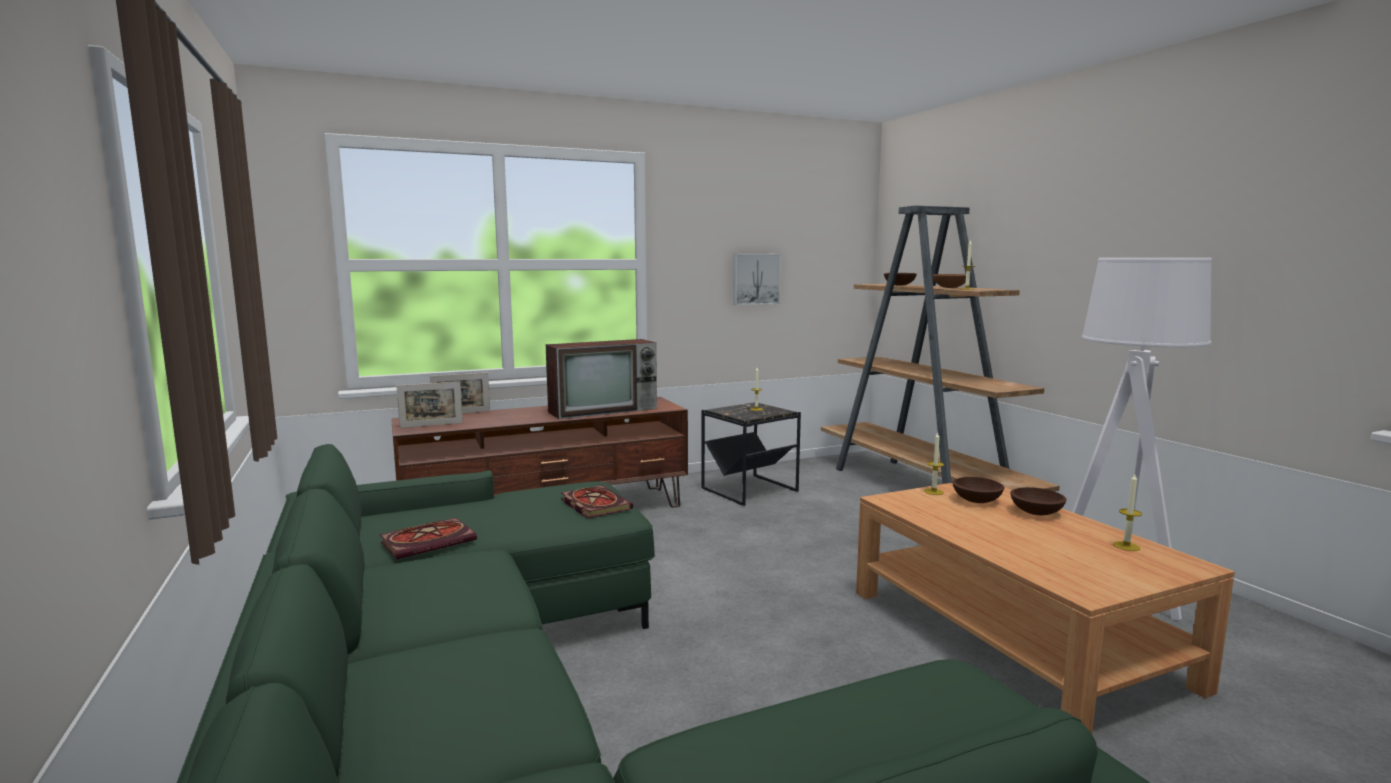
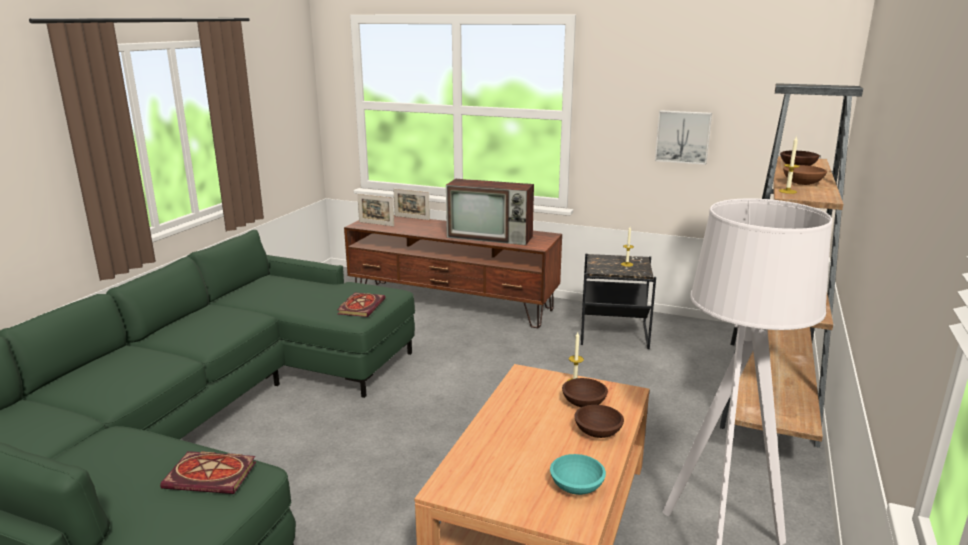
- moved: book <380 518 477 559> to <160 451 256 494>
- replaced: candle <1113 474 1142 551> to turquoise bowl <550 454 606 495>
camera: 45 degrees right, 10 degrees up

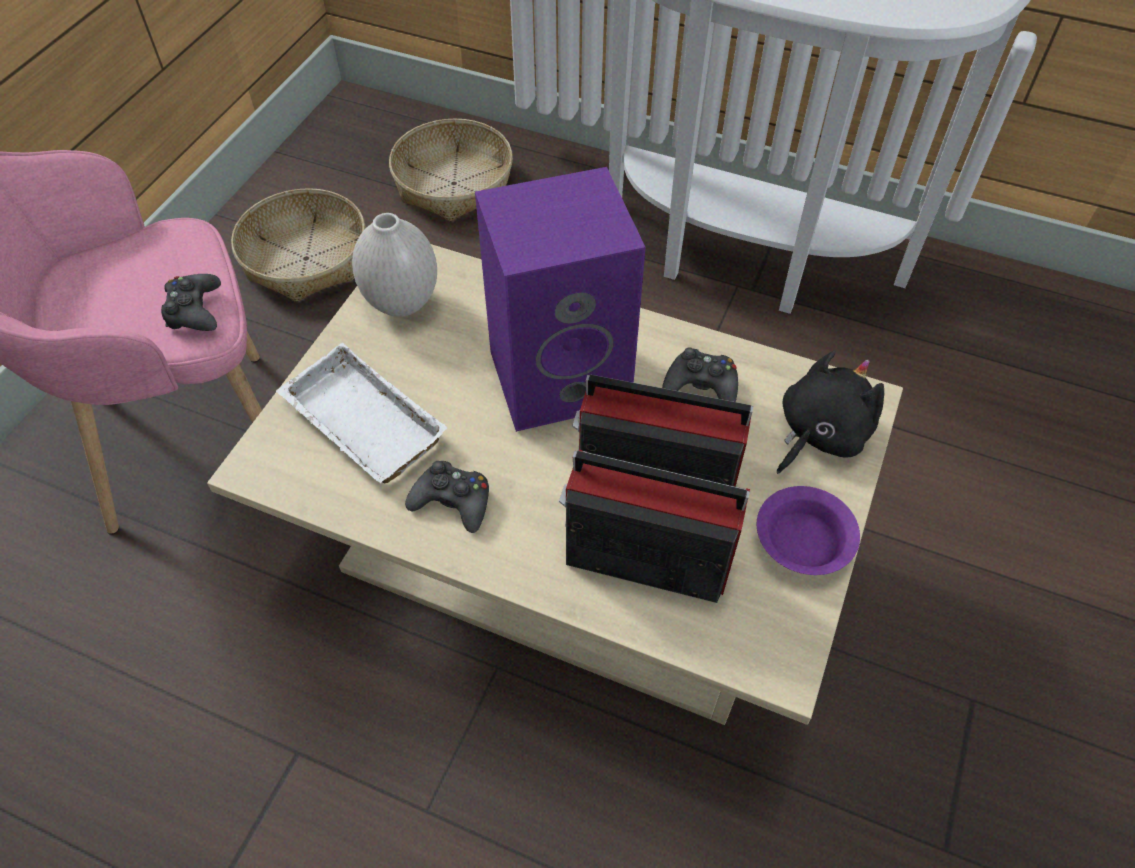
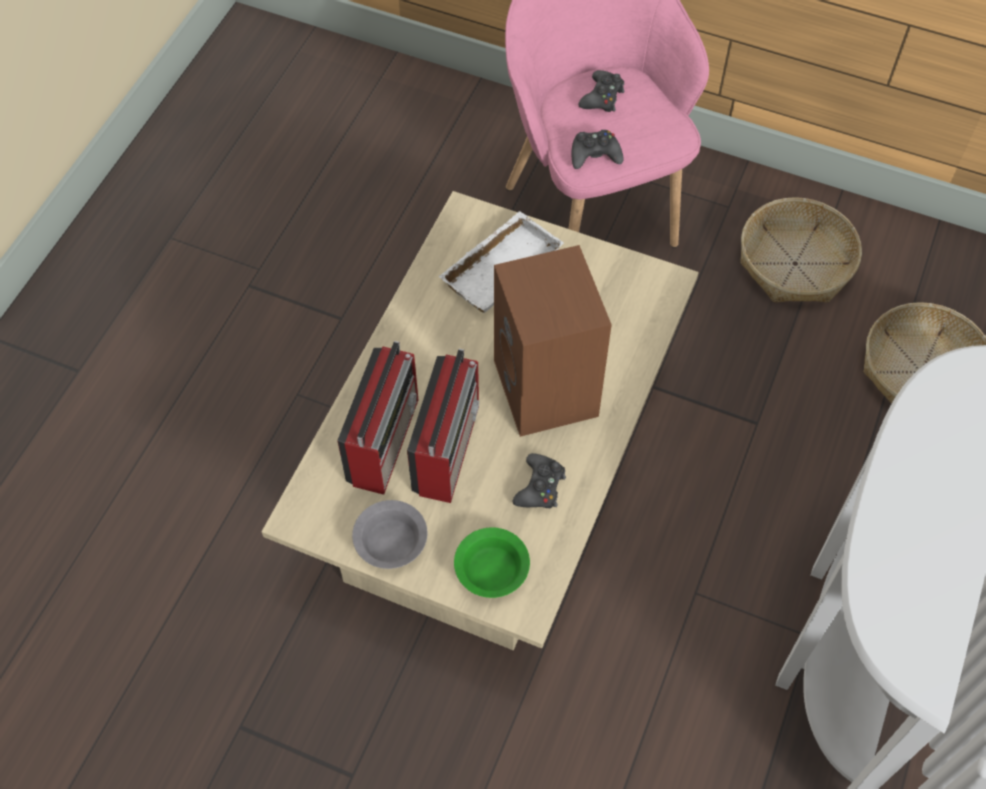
- removed: white vase <352 213 437 317>
- moved: black game controller <405 461 489 533> to <578 70 624 112>
- replaced: black plush toy <777 351 884 474> to green bowl <454 527 530 598>
- recoloured: purple speaker <475 167 646 432> to brown speaker <494 245 612 437>
- recoloured: purple bowl <757 486 860 575> to grey bowl <352 500 427 569>
camera: 90 degrees right, 5 degrees up

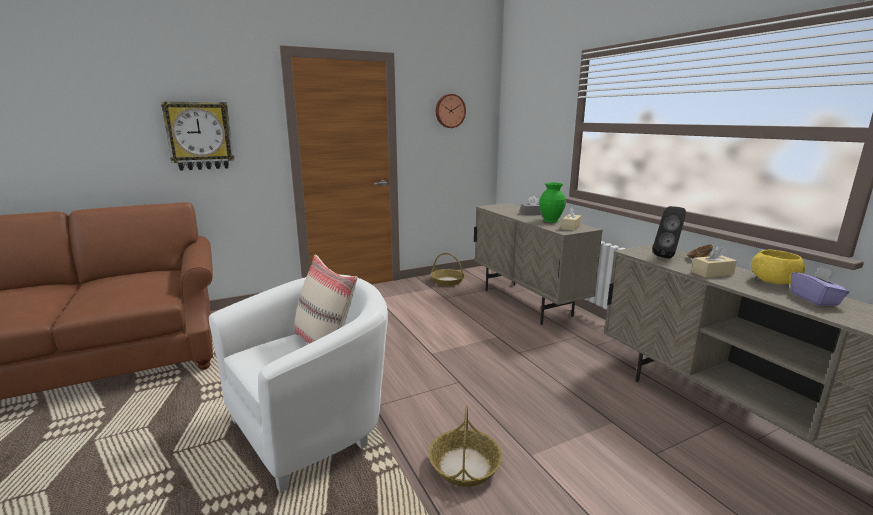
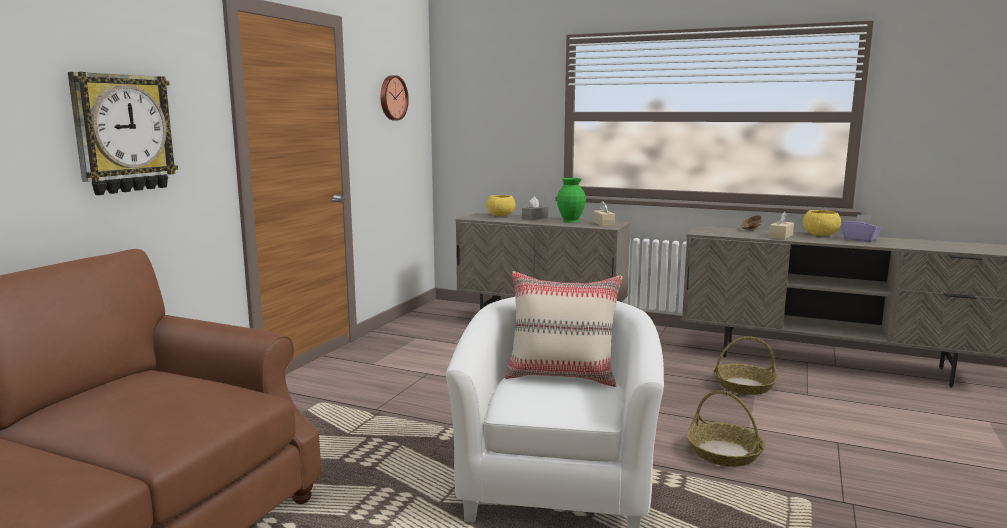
- removed: black speaker <653 206 686 258>
- added: yellow bowl <486 195 515 216>
- moved: basket <431 253 465 286> to <714 336 778 395>
camera: 40 degrees left, 5 degrees down

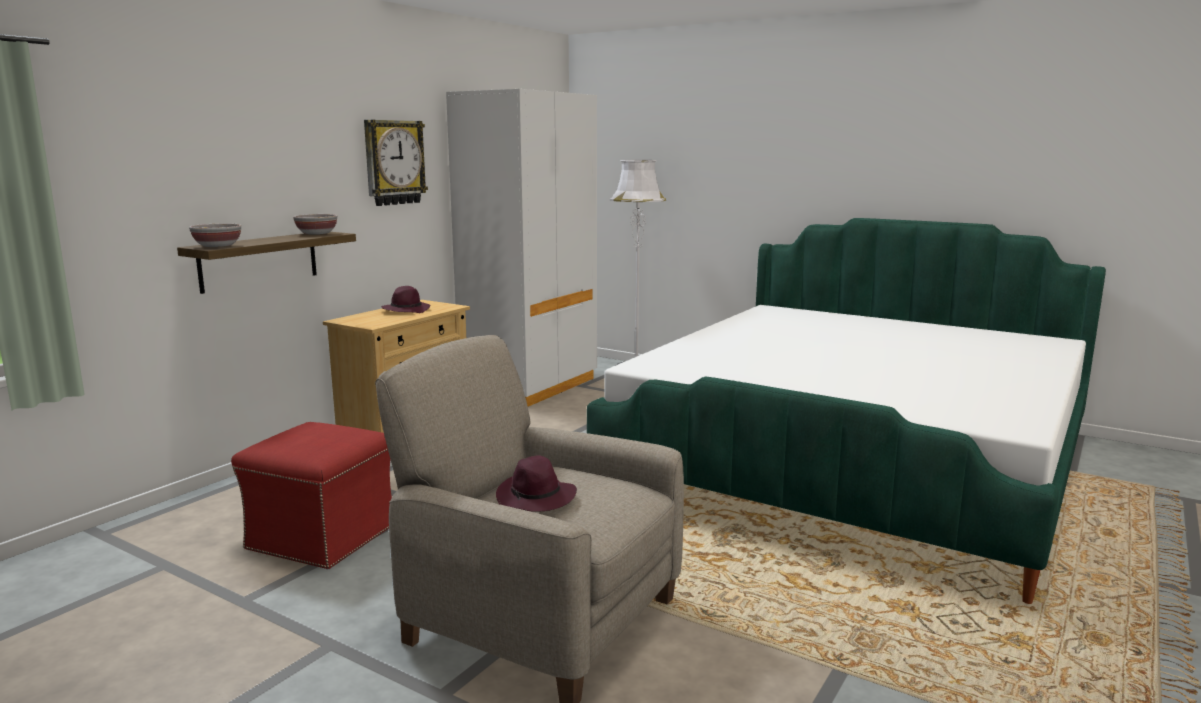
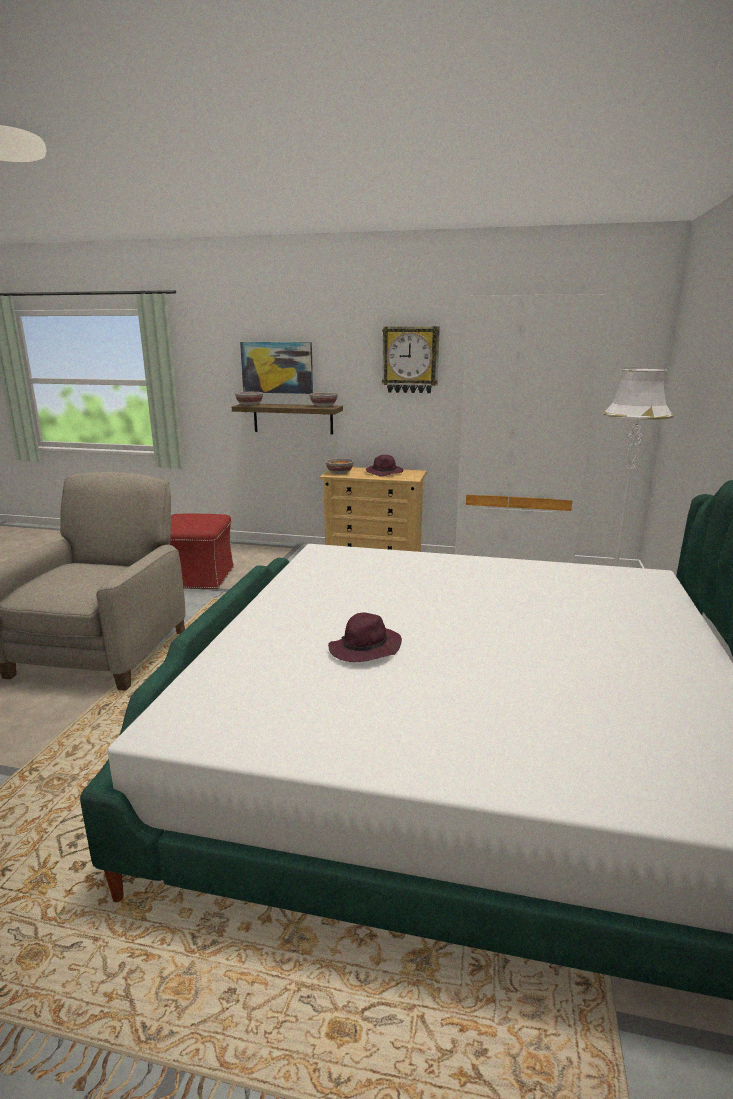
- added: picture <240 342 313 394>
- added: bowl <325 458 354 474>
- moved: purple hat <496 456 577 512> to <328 613 402 662>
camera: 70 degrees right, 5 degrees up

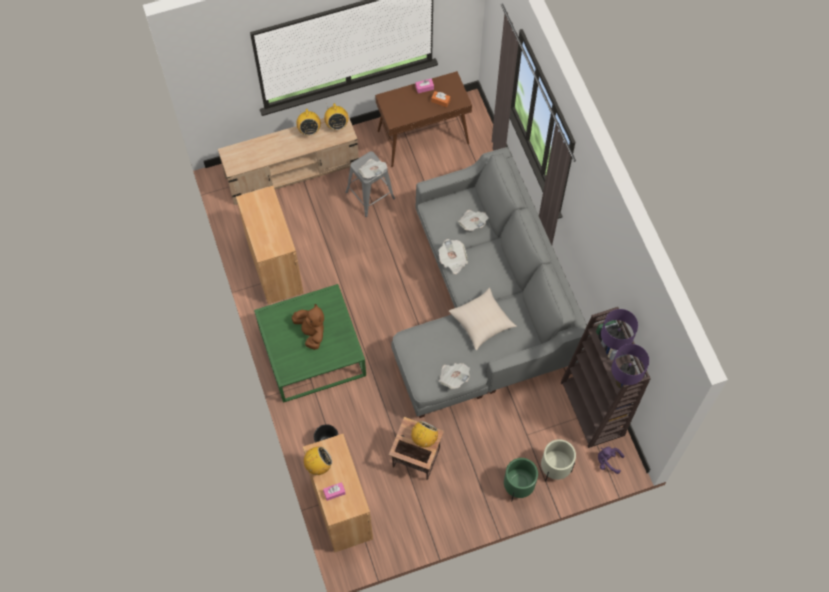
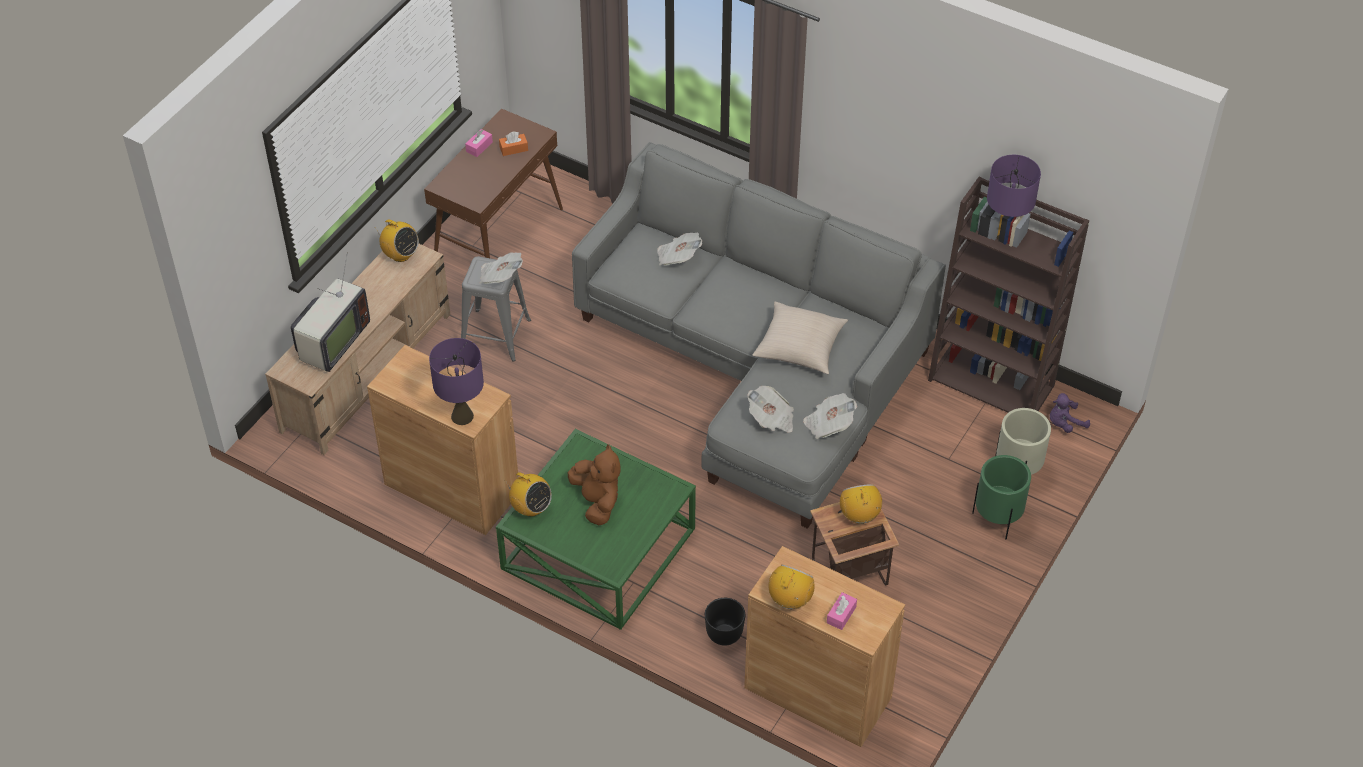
- added: television <291 252 370 372>
- moved: radio <296 108 321 135> to <505 472 552 517>
- moved: newspaper <438 239 468 274> to <747 386 794 433>
- moved: purple table lamp <611 344 649 388> to <429 338 484 425>
- turned: brown plush toy <292 304 324 350> = <568 445 621 525> 45 degrees clockwise
camera: 40 degrees left, 15 degrees down

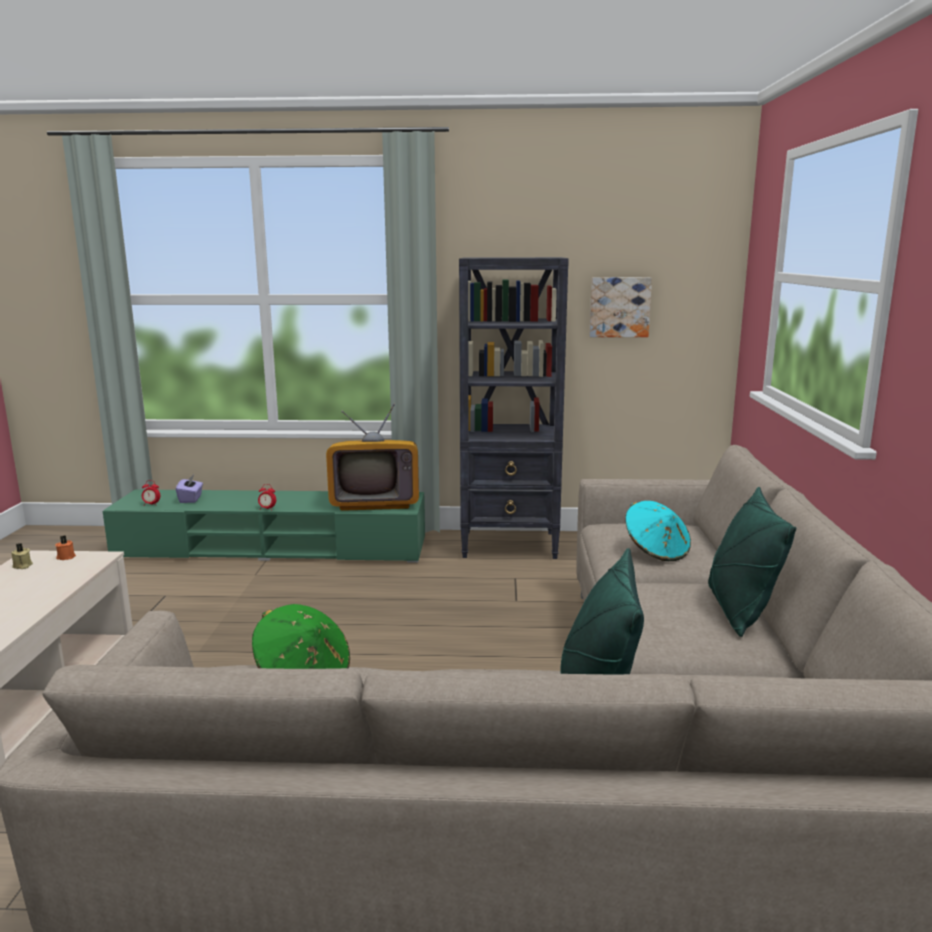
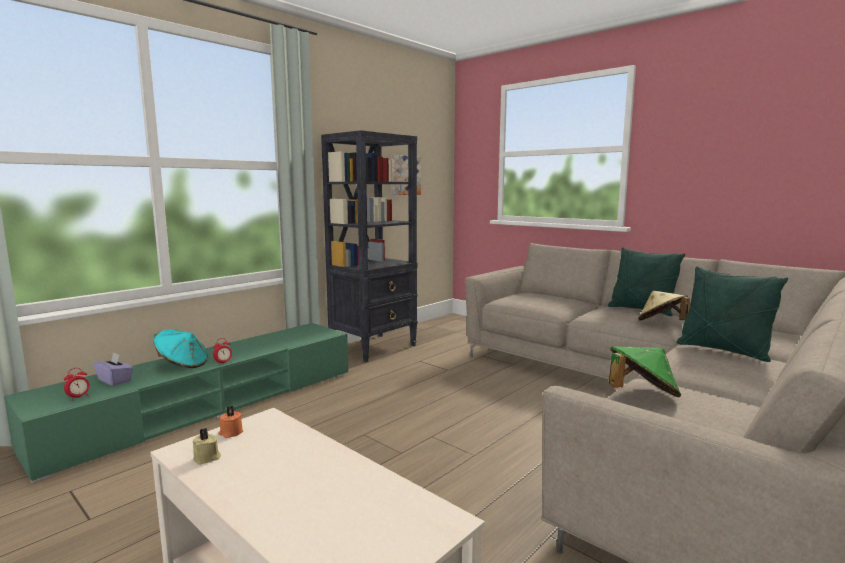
- removed: television <326 404 419 511>
- added: beige hat <638 291 690 321>
- moved: turquoise hat <625 501 691 561> to <154 329 208 368>
camera: 50 degrees left, 5 degrees down

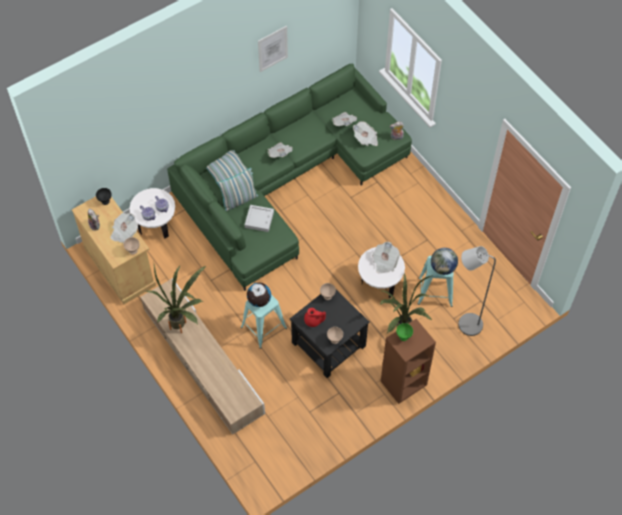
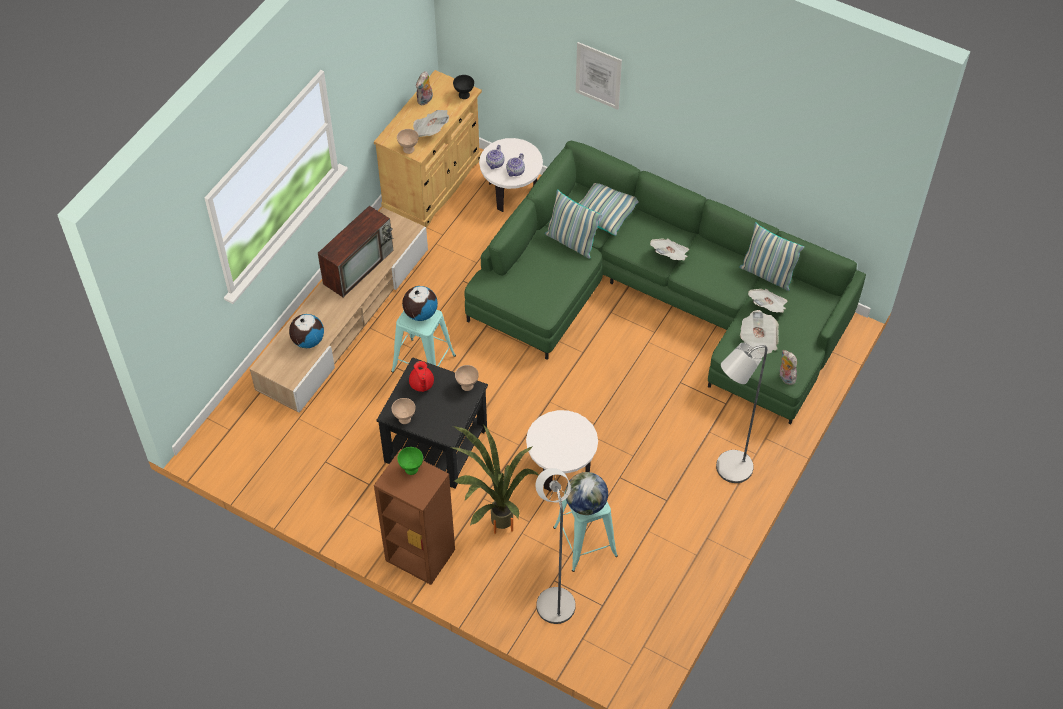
- removed: grey tray <245 205 274 232>
- removed: newspaper <372 242 400 273>
- added: globe <289 314 324 348>
- added: grey floor lamp <716 343 767 483>
- added: pillow <739 222 804 291>
- moved: picture <258 26 288 72> to <576 42 622 110>
- replaced: potted plant <145 265 206 333> to television <318 206 394 298>
camera: 65 degrees right, 5 degrees down

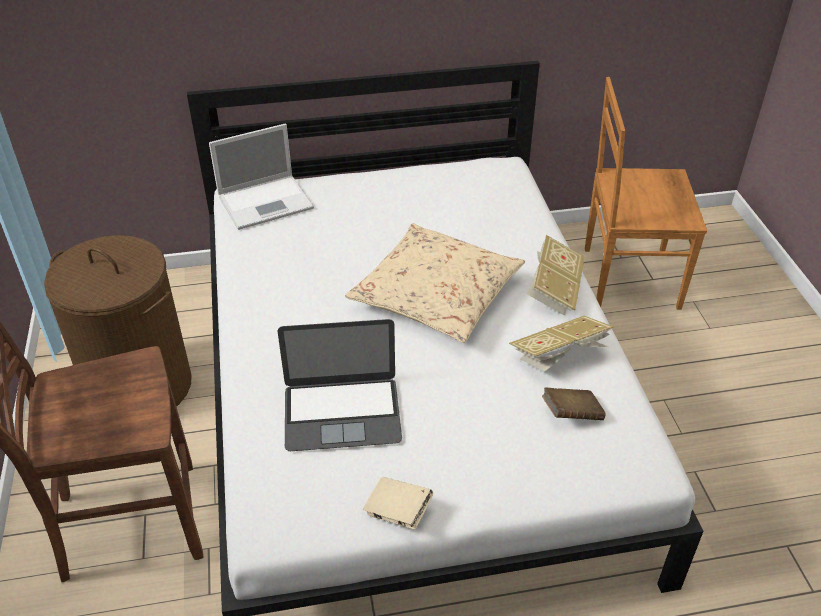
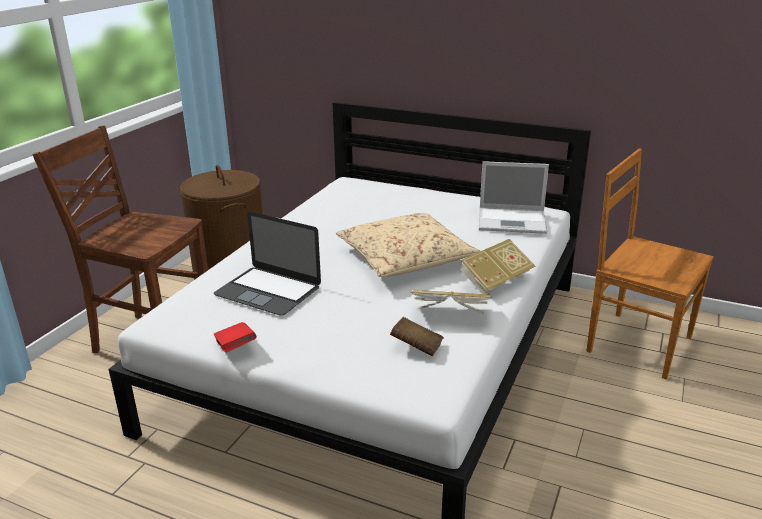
- moved: laptop <209 123 314 230> to <479 161 549 234>
- recoloured: beige book <363 477 433 529> to red book <213 322 256 353>
camera: 35 degrees right, 15 degrees down

